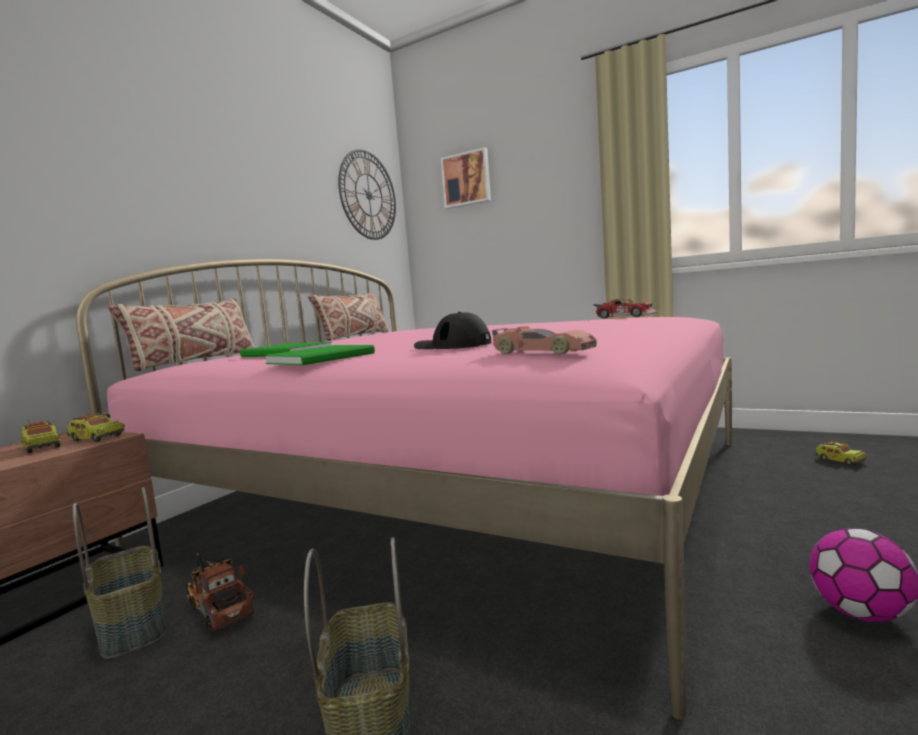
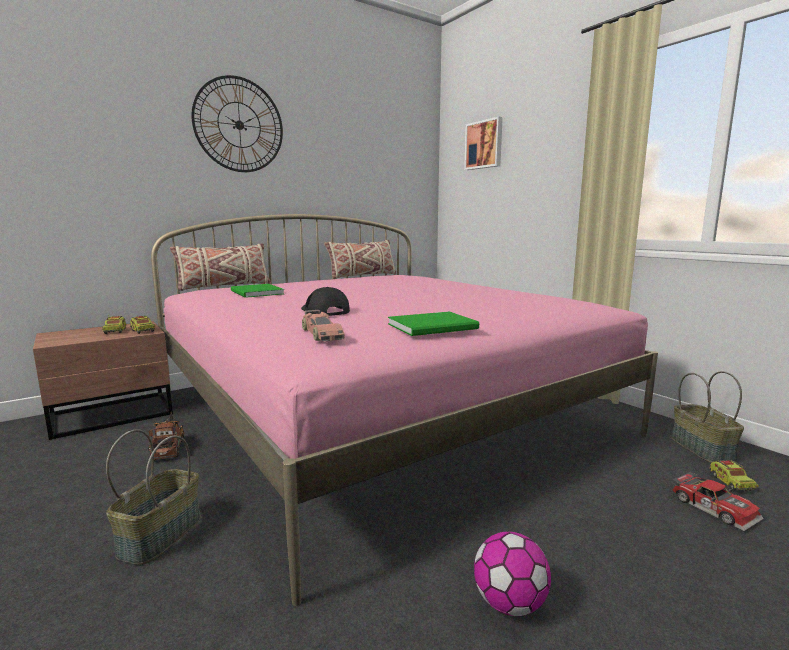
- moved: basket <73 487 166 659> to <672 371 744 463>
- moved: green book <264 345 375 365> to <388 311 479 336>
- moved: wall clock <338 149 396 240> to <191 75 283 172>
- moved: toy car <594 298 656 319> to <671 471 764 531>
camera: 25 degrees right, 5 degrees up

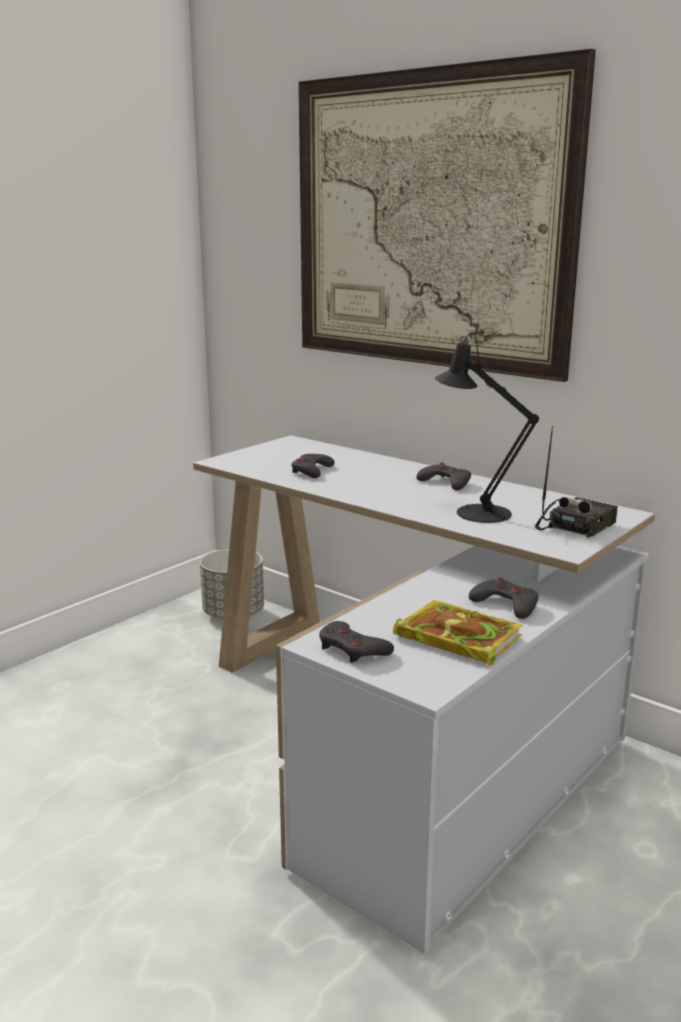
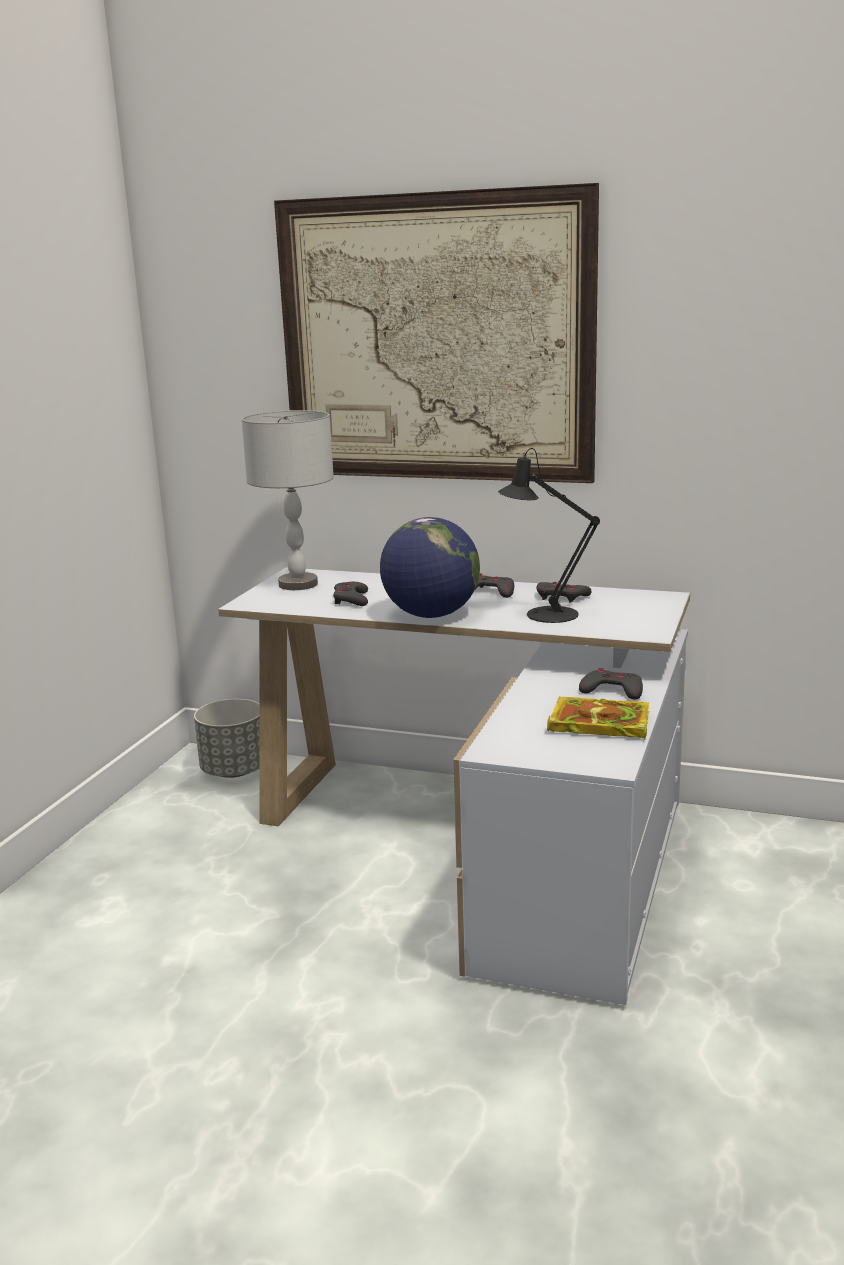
- removed: radio <535 426 618 538>
- added: grey table lamp <241 410 334 590>
- added: globe <380 517 480 618>
- moved: grey game controller <319 621 394 663> to <536 582 591 603>
camera: 20 degrees left, 0 degrees up

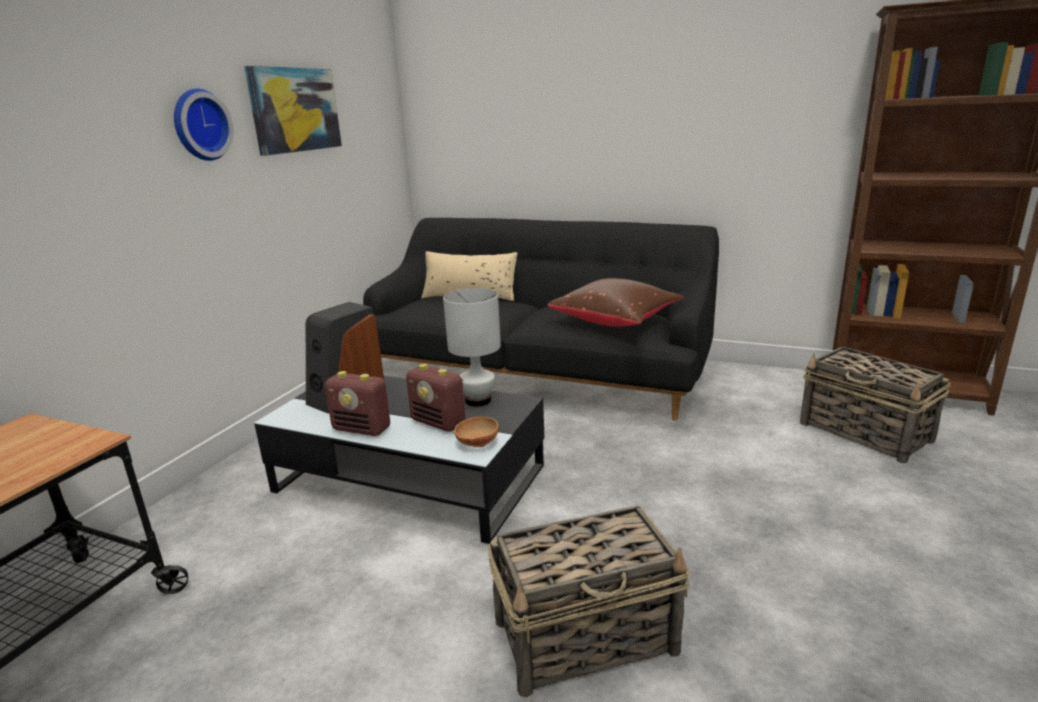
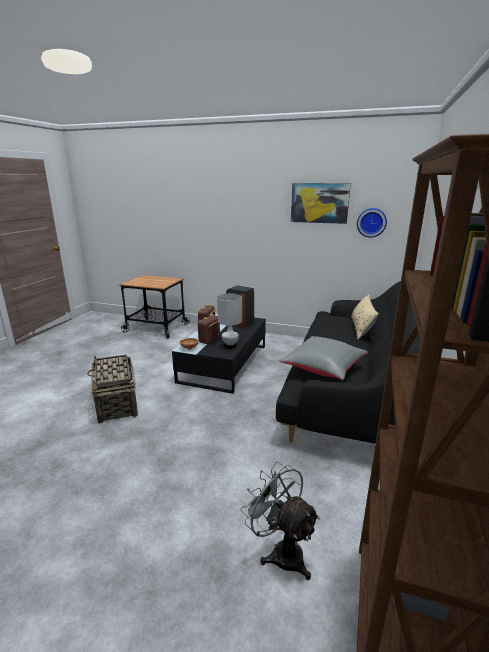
- moved: wall clock <174 88 234 161> to <357 208 387 238>
- replaced: basket <800 347 950 463> to grey fan <241 461 320 580>
- recoloured: brown pillow <547 278 684 327> to grey pillow <279 336 368 380>
camera: 85 degrees right, 0 degrees up

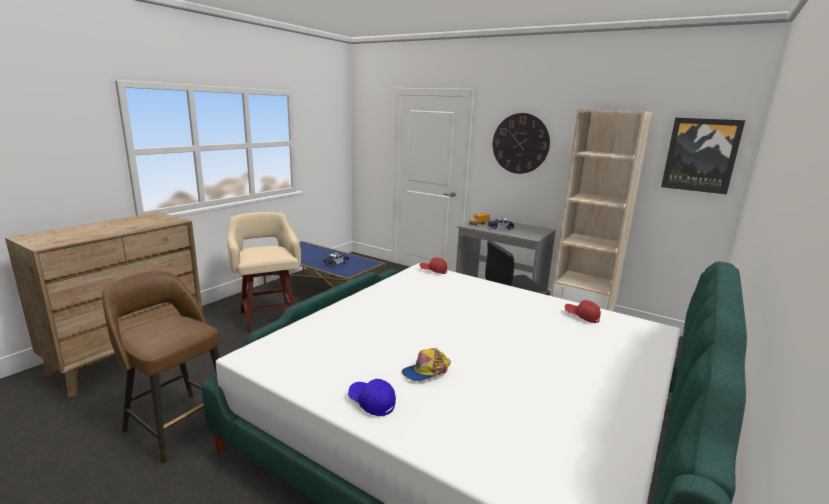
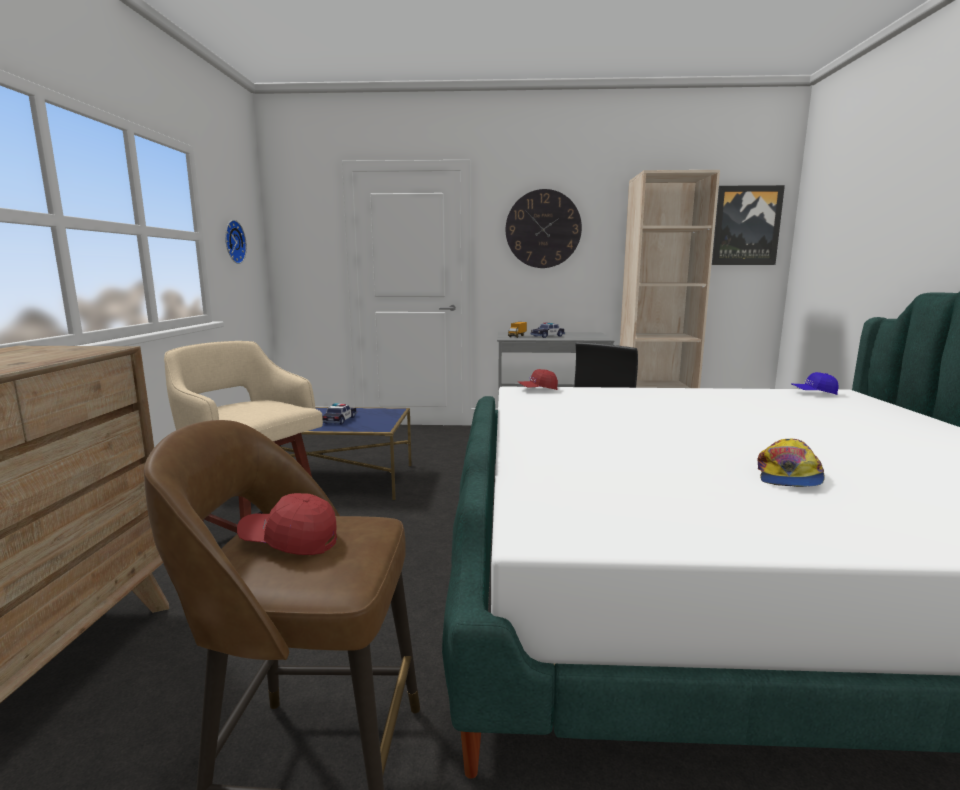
- added: wall clock <225 220 247 264>
- moved: blue cap <348 379 396 416> to <791 372 839 395>
- moved: red cap <565 300 601 323> to <237 493 337 555>
camera: 30 degrees left, 5 degrees down

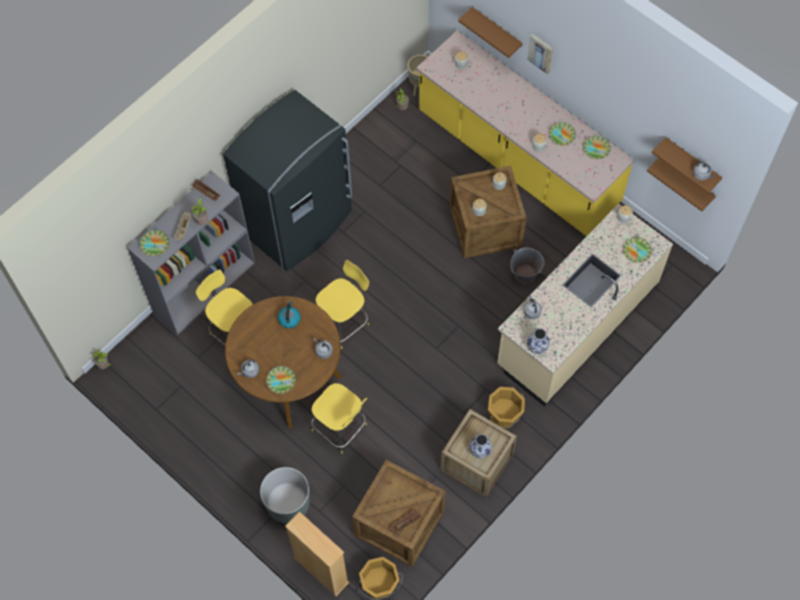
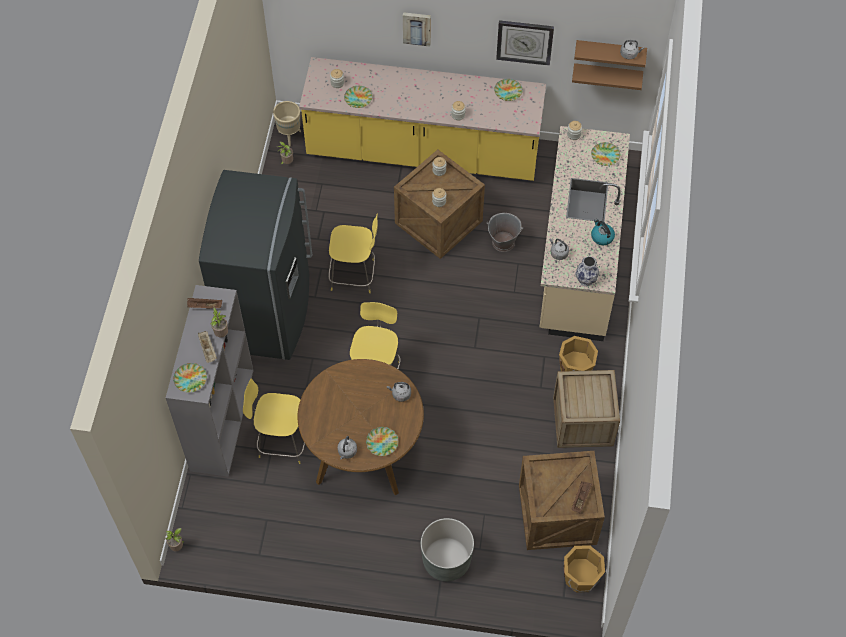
- removed: beige bookcase <285 511 349 596>
- removed: brown shelf <458 7 523 58>
- removed: vase <469 434 492 459>
- added: wall clock <496 20 554 66>
- moved: kettle <278 301 301 328> to <591 219 615 245>
- moved: yellow stool <311 383 368 453> to <328 213 378 293>
- moved: plate <548 122 576 146> to <344 86 373 108>
camera: 35 degrees left, 5 degrees down

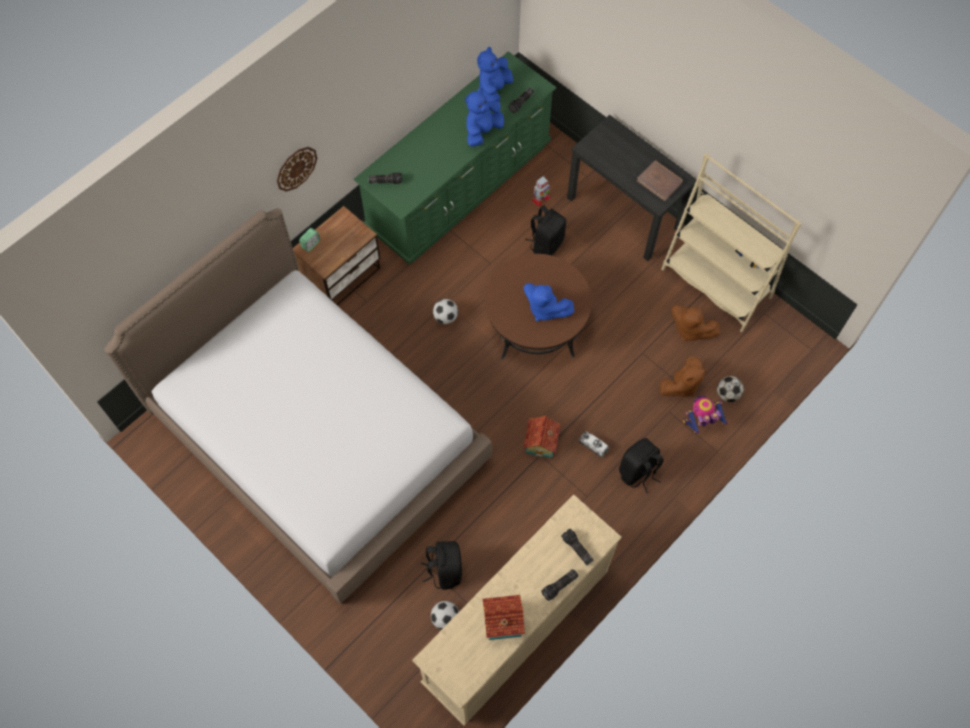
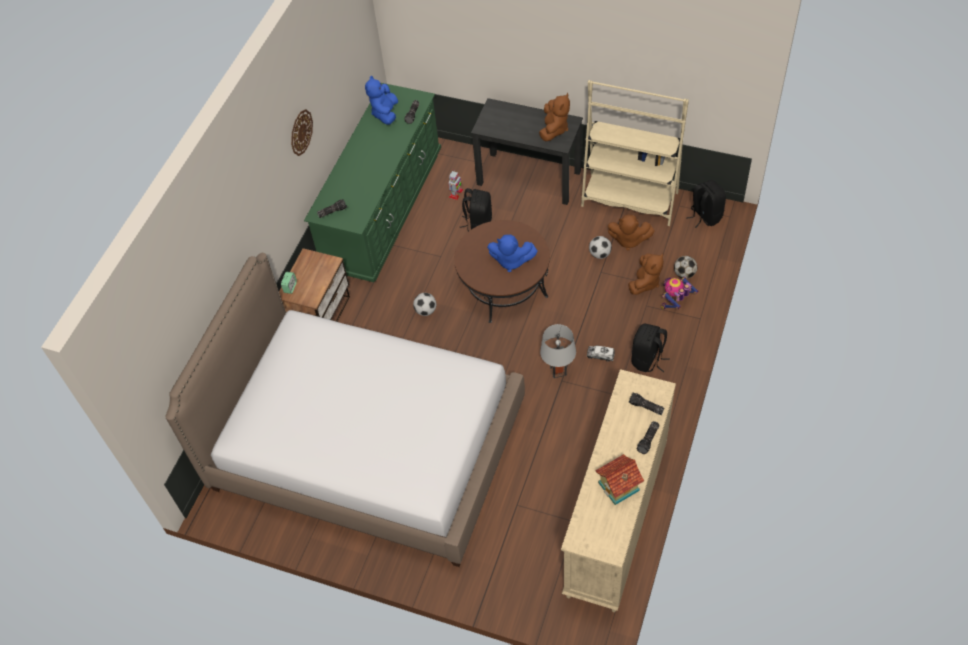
- removed: blue plush toy <465 88 504 147>
- moved: wall clock <277 147 317 192> to <291 109 313 156>
- moved: black backpack <421 541 462 590> to <686 180 726 228>
- moved: football <431 601 459 630> to <589 236 612 259>
- replaced: toy house <524 415 561 458> to grey table lamp <540 324 576 378>
- replaced: brown book <637 160 683 201> to brown plush toy <539 93 570 141>
camera: 20 degrees left, 10 degrees down

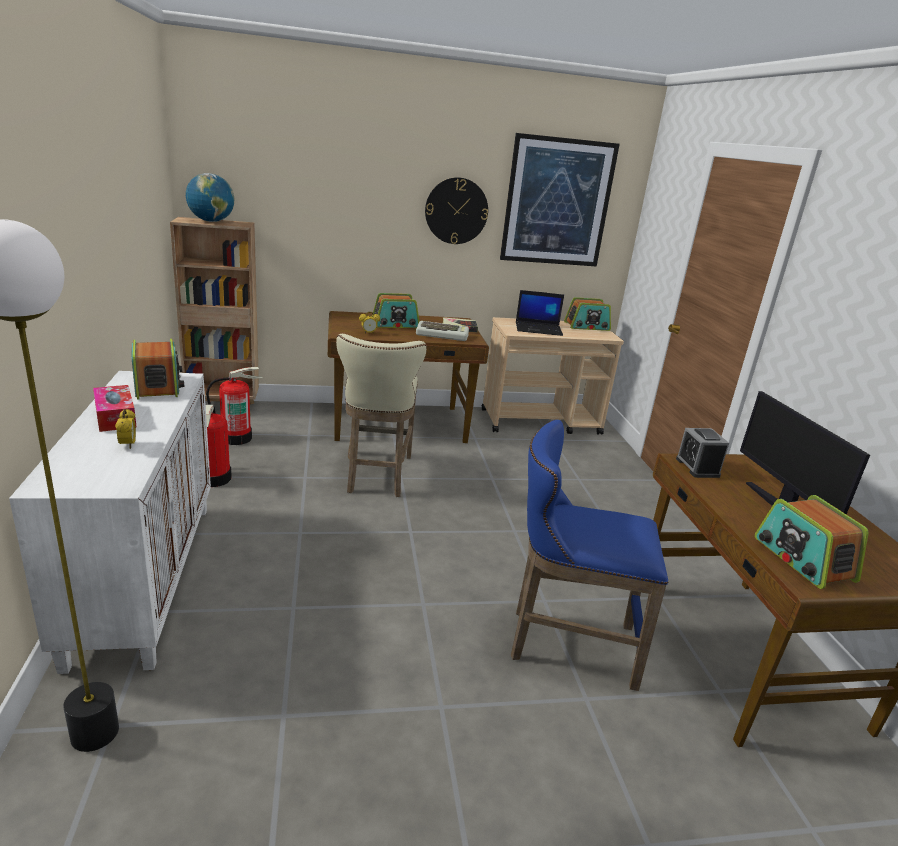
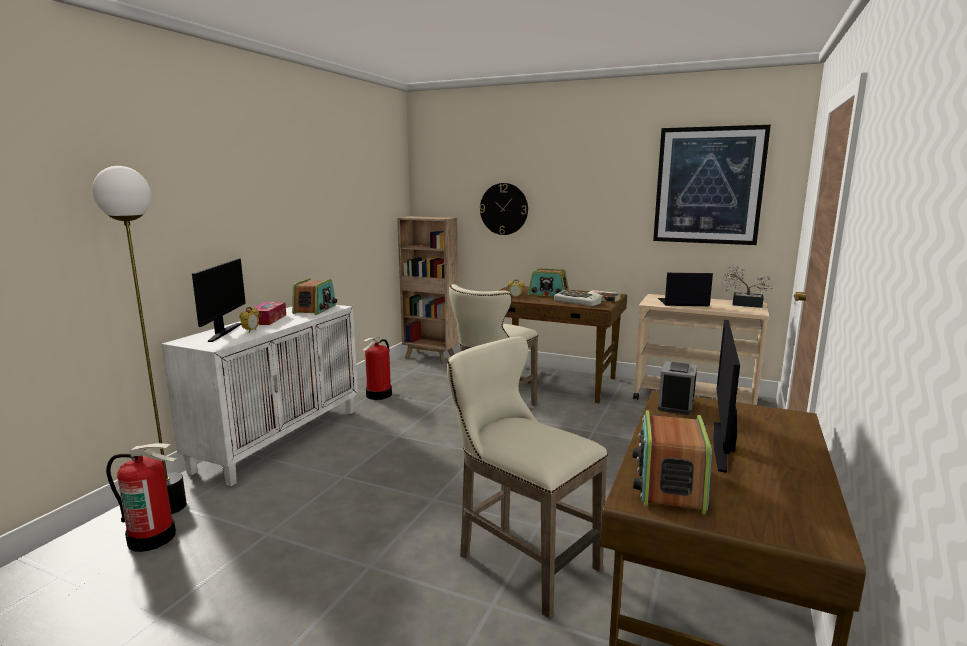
- removed: globe <186 173 235 222>
- added: monitor <192 258 246 342>
- moved: fire extinguisher <206 367 262 445> to <106 443 177 552>
- moved: wall clock <425 177 488 244> to <480 183 528 235>
- replaced: radio <564 297 611 331> to potted plant <722 265 774 308>
- recoloured: blue stool <511 420 668 691> to beige stool <447 337 608 619>
- turned: laptop <516 290 564 336> = <658 273 713 306> 150 degrees clockwise
camera: 35 degrees right, 10 degrees down

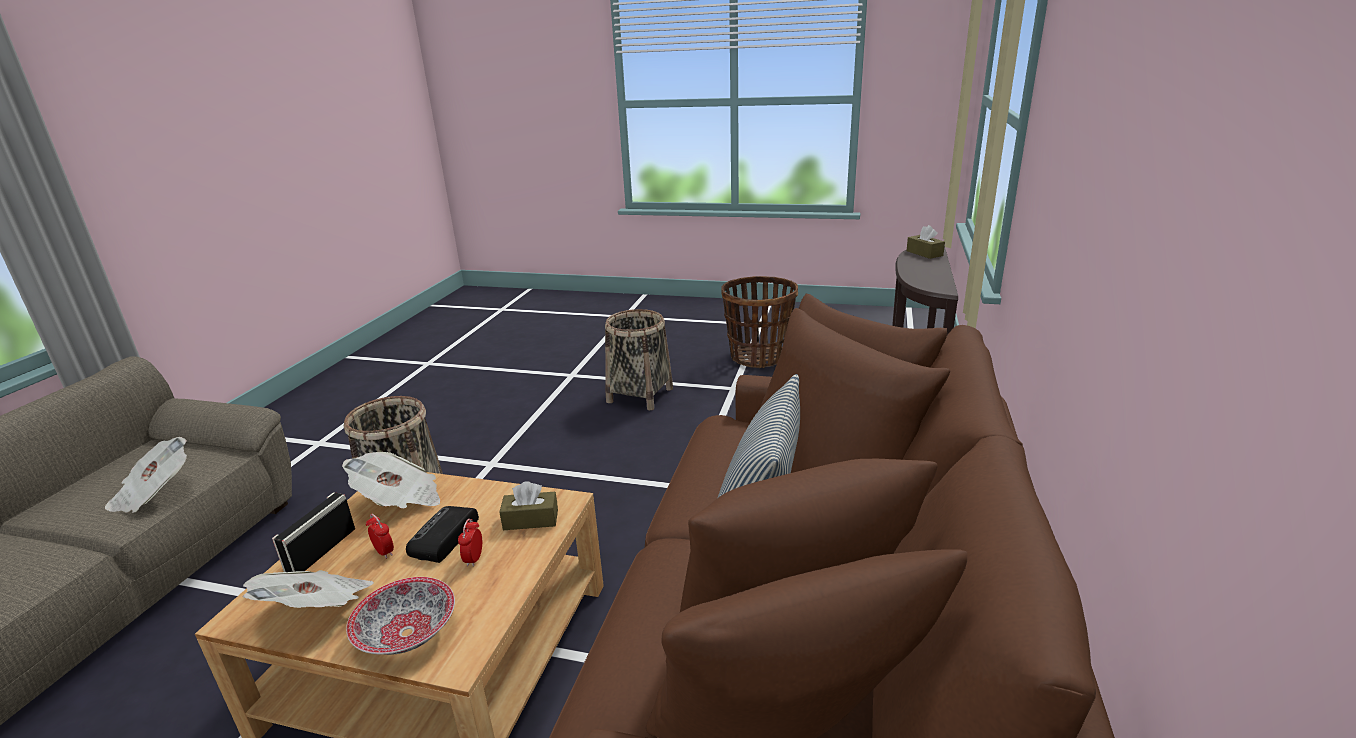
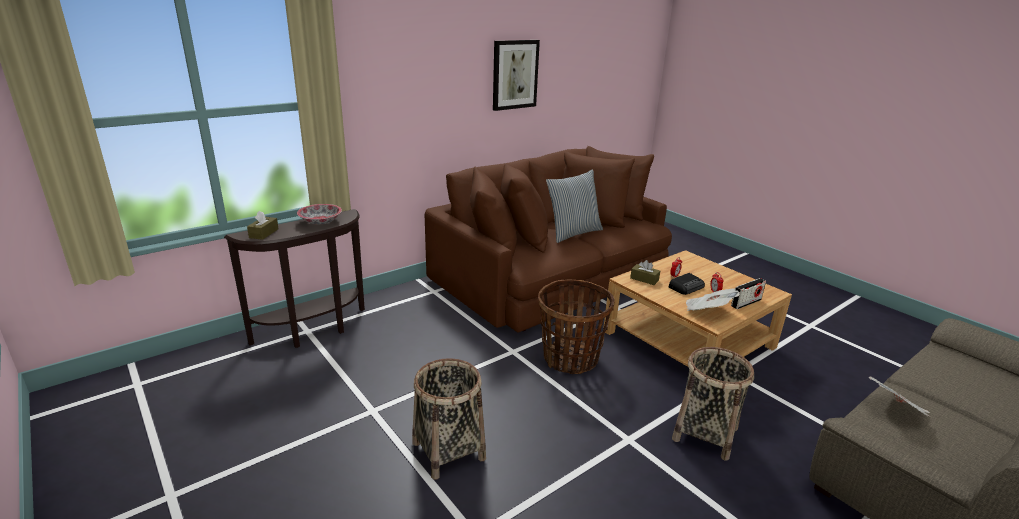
- removed: newspaper <242 570 374 608>
- added: picture <493 40 540 111>
- moved: bowl <346 577 455 655> to <297 204 342 225>
- moved: basket <721 276 798 368> to <538 280 614 374>
camera: 145 degrees left, 0 degrees up

